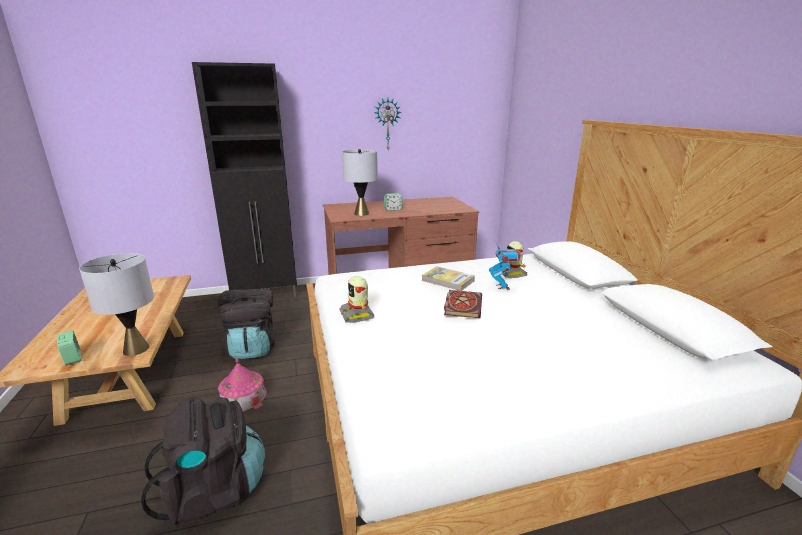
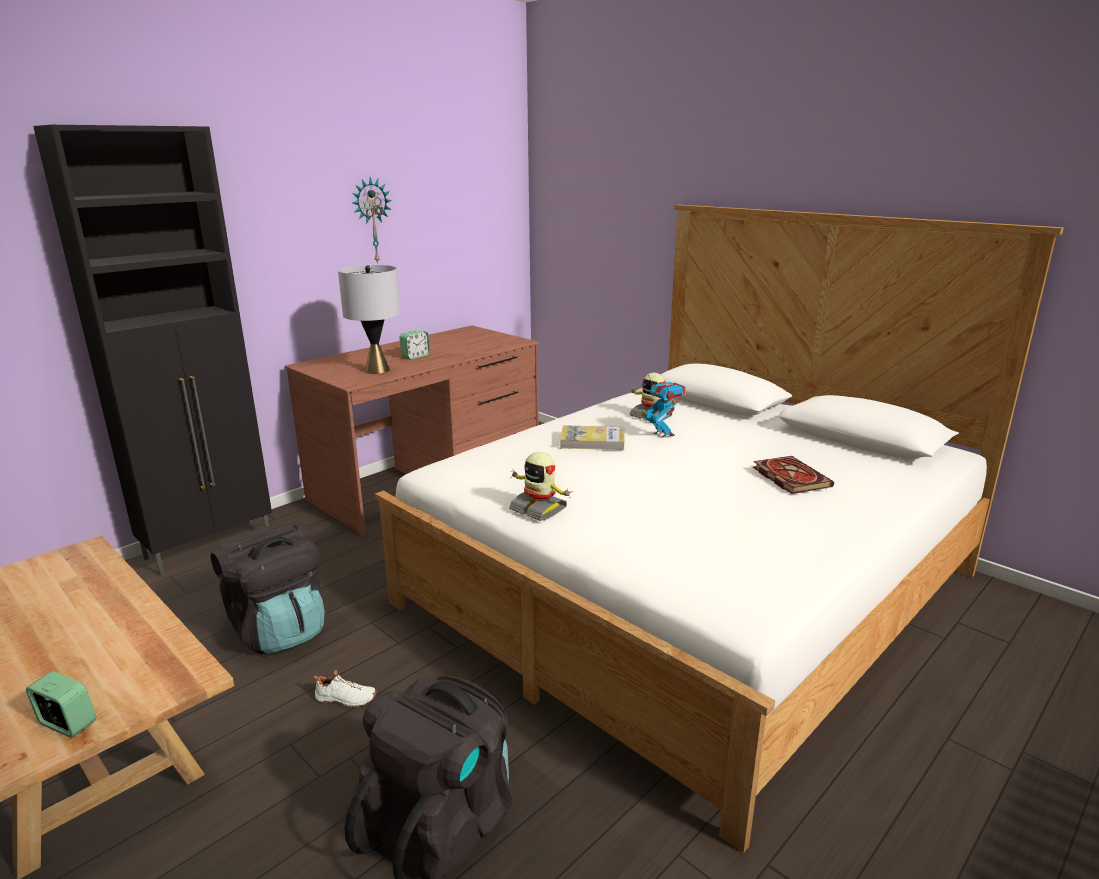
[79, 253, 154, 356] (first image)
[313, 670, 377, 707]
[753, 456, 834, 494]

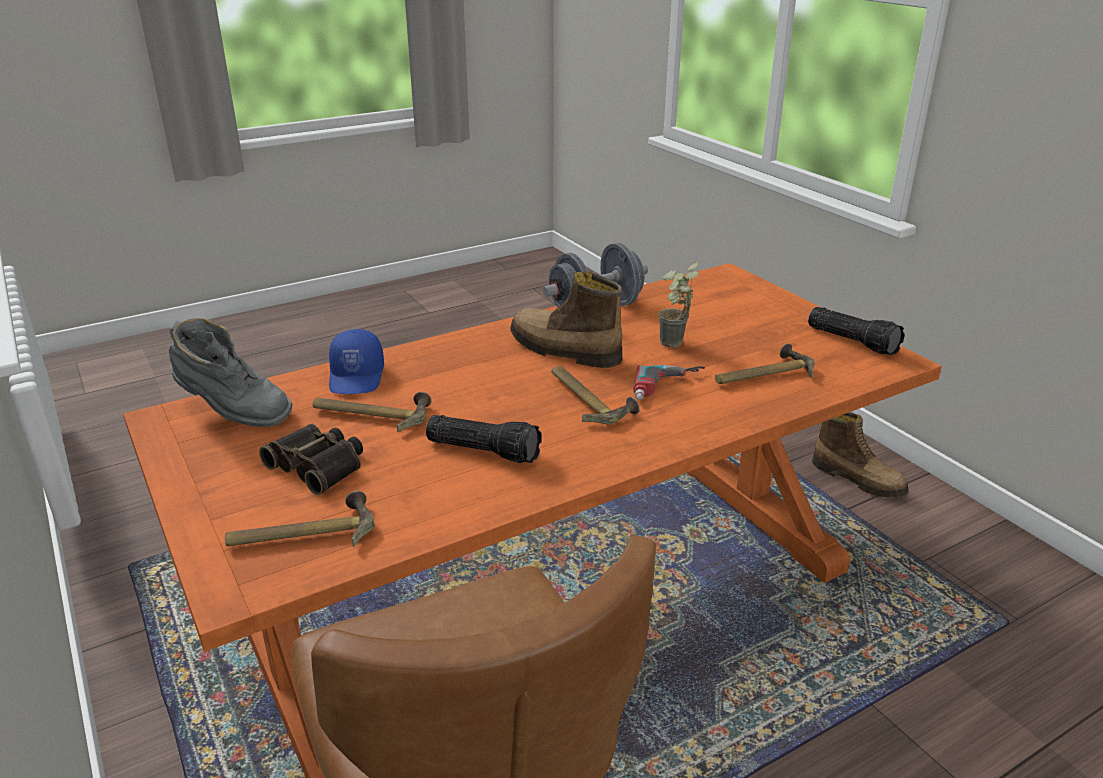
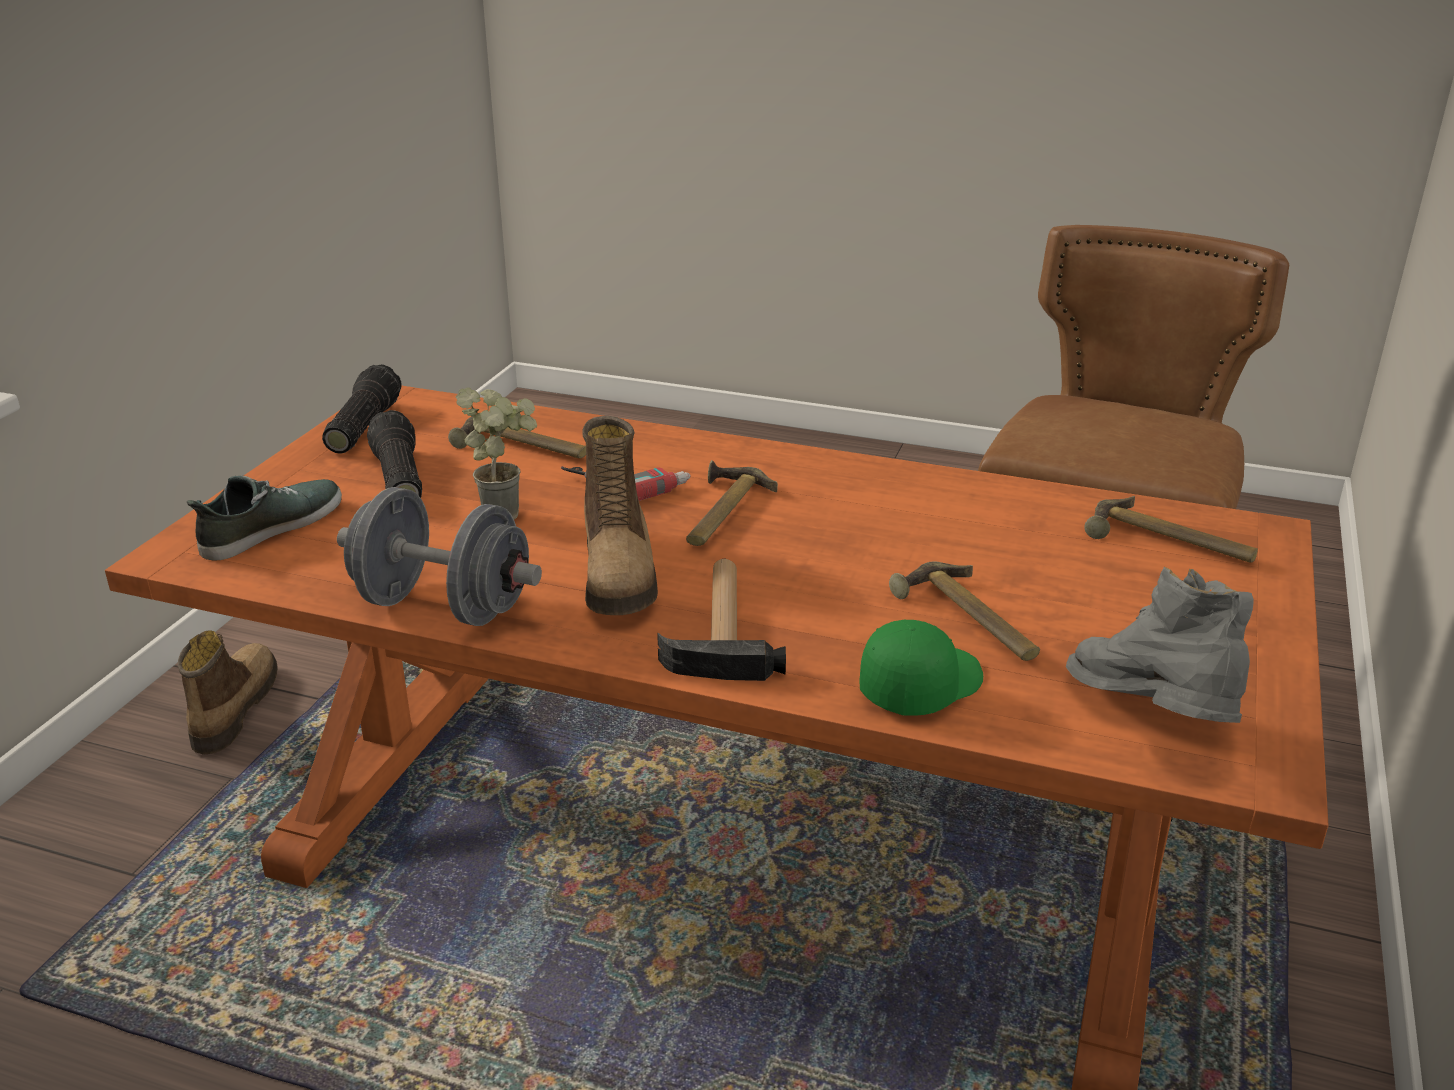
[259, 424, 363, 495] (first image)
[859, 620, 983, 716]
[367, 410, 422, 498]
[187, 476, 342, 560]
[657, 559, 786, 681]

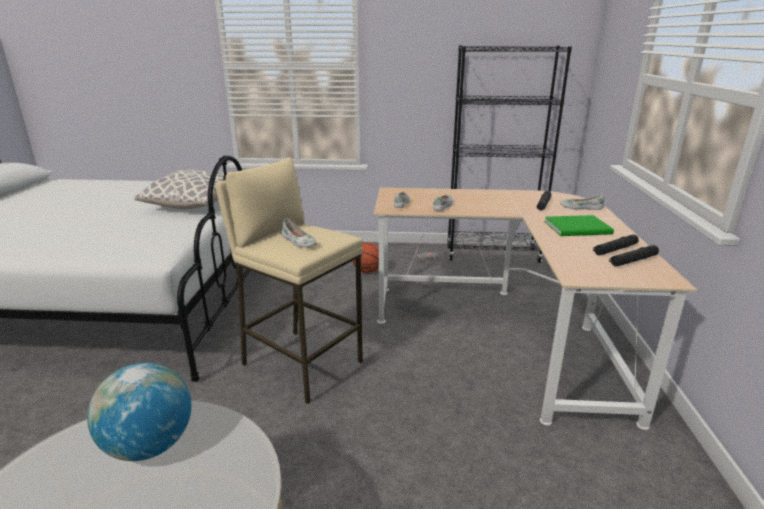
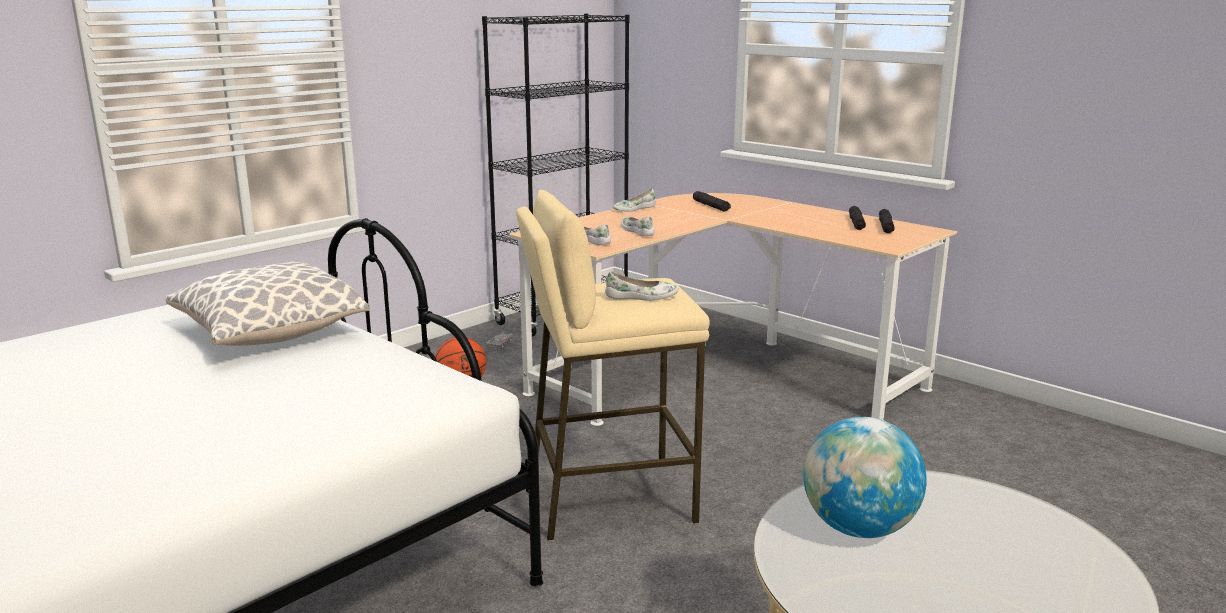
[544, 215, 614, 236] (first image)
[613, 188, 656, 212]

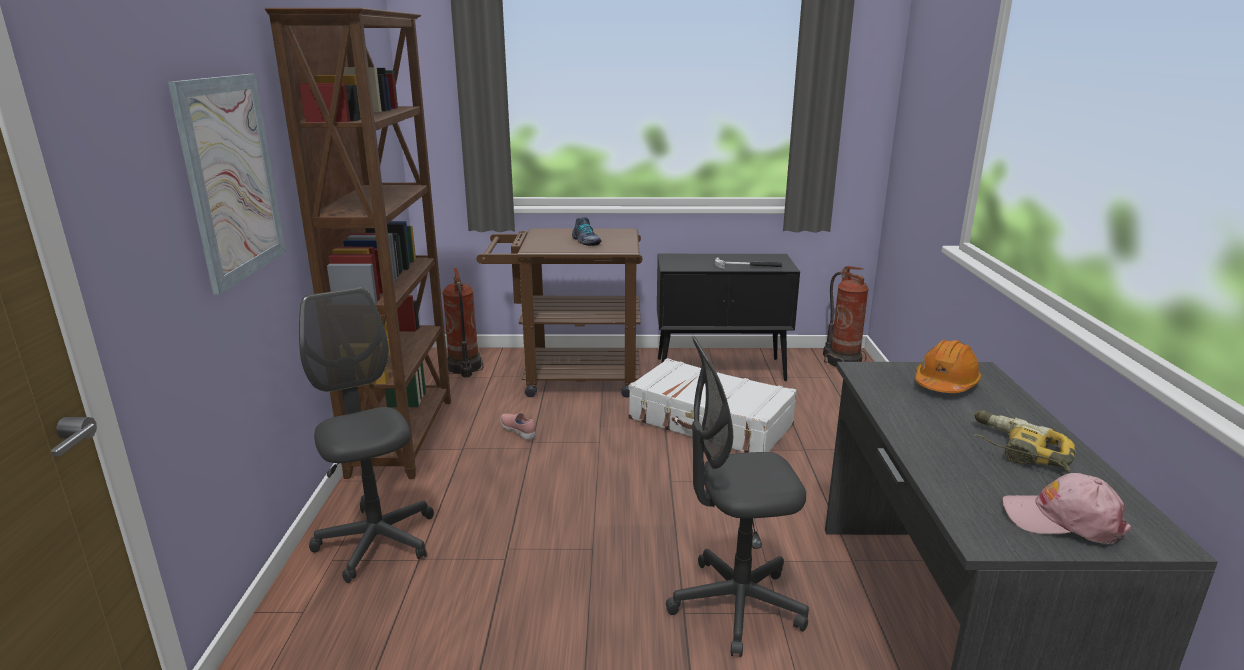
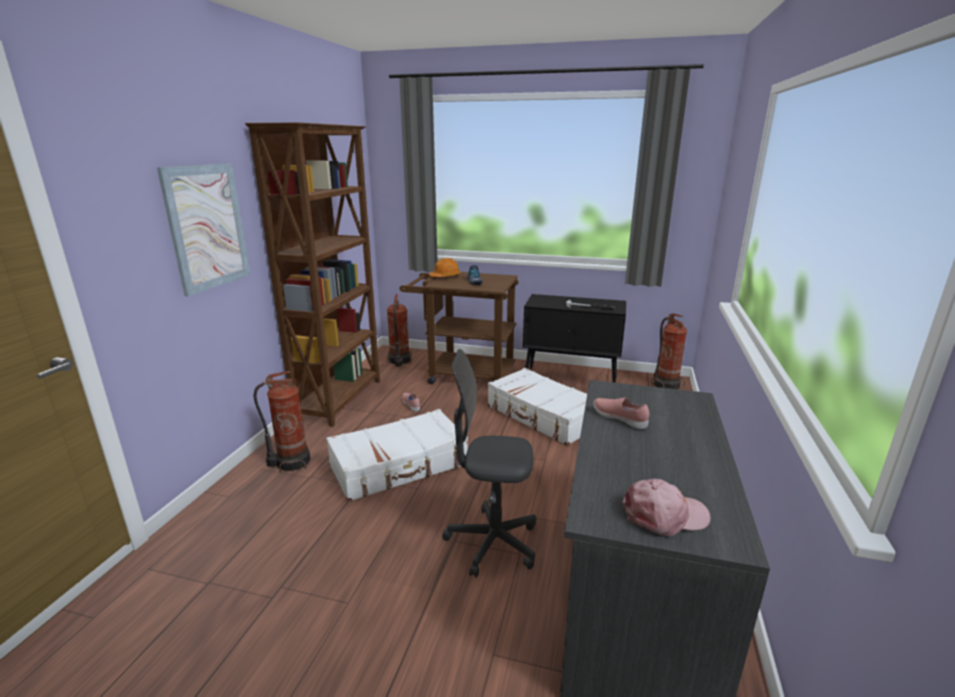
[254, 371, 311, 472]
[429, 258, 461, 277]
[974, 411, 1076, 473] (first image)
[622, 479, 711, 536]
[326, 409, 468, 502]
[594, 398, 649, 429]

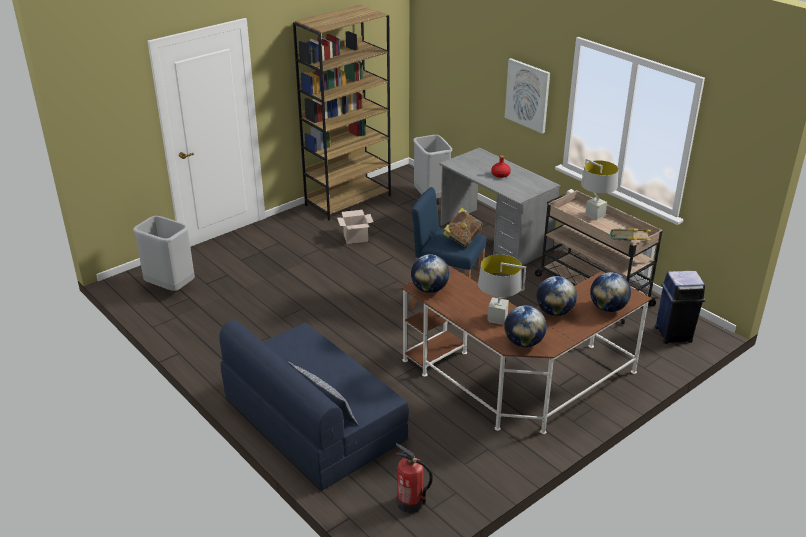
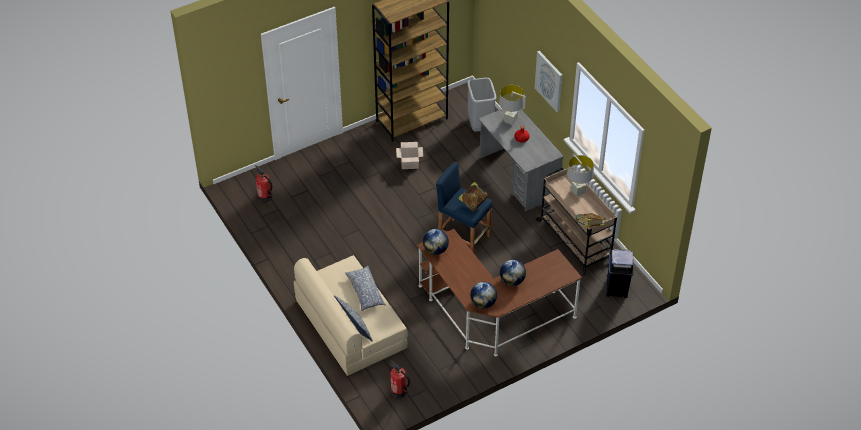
[255, 165, 272, 202]
[294, 255, 408, 376]
[499, 85, 526, 125]
[590, 272, 631, 312] (first image)
[345, 266, 386, 311]

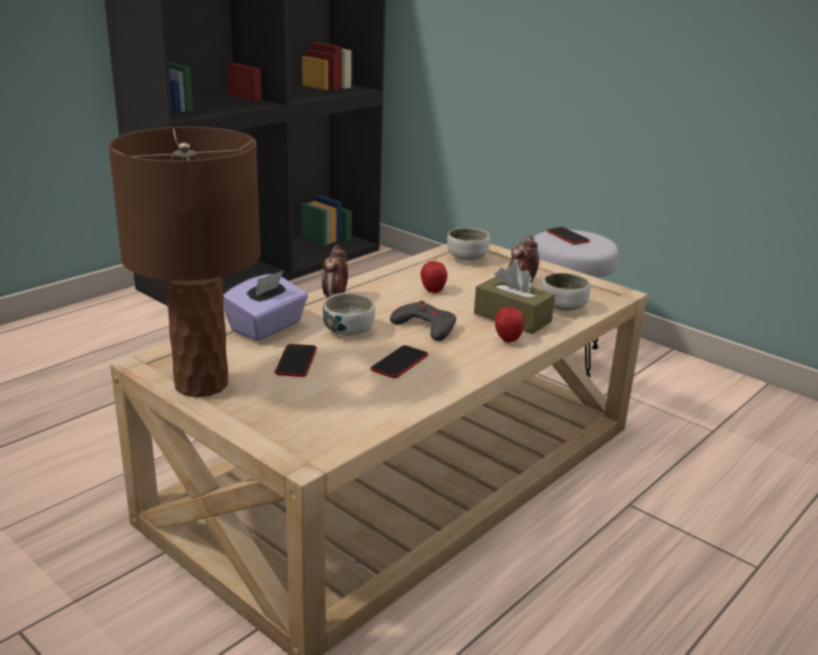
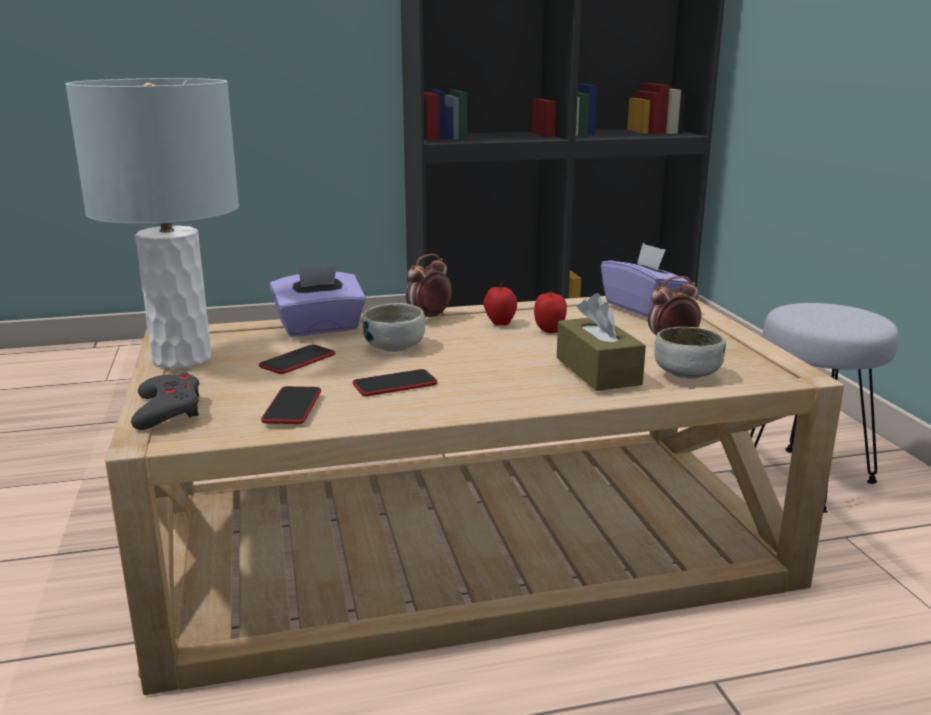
[65, 78, 239, 369]
[131, 372, 199, 430]
[601, 243, 690, 317]
[483, 281, 517, 325]
[261, 386, 321, 424]

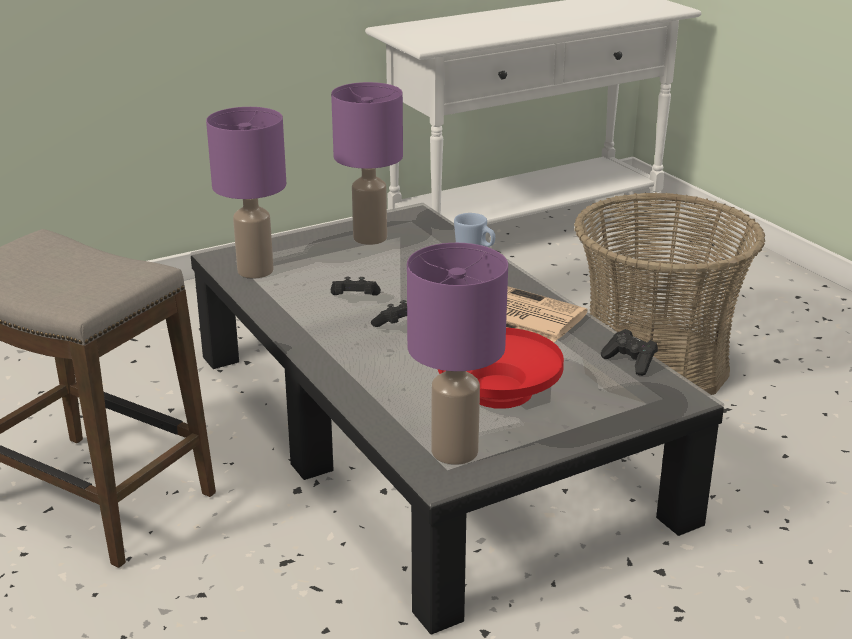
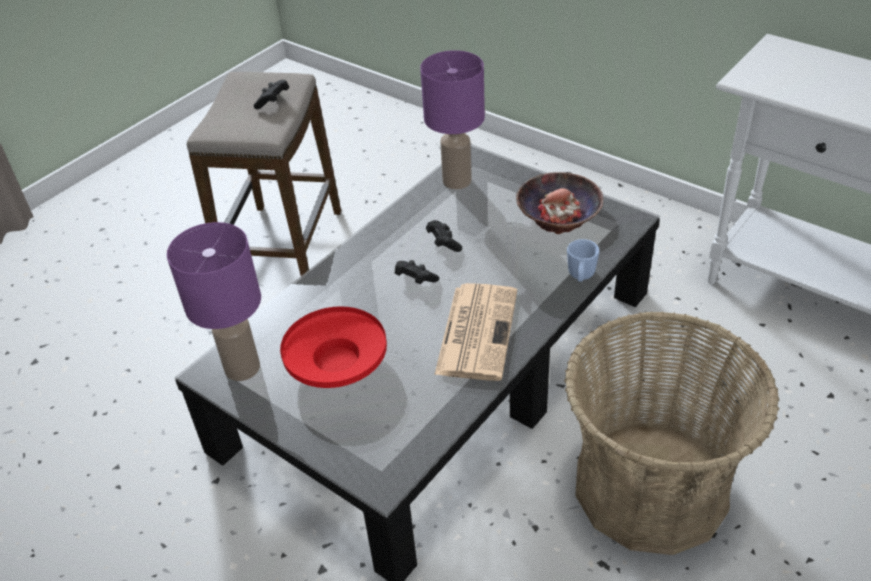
[516, 172, 603, 234]
[253, 80, 289, 109]

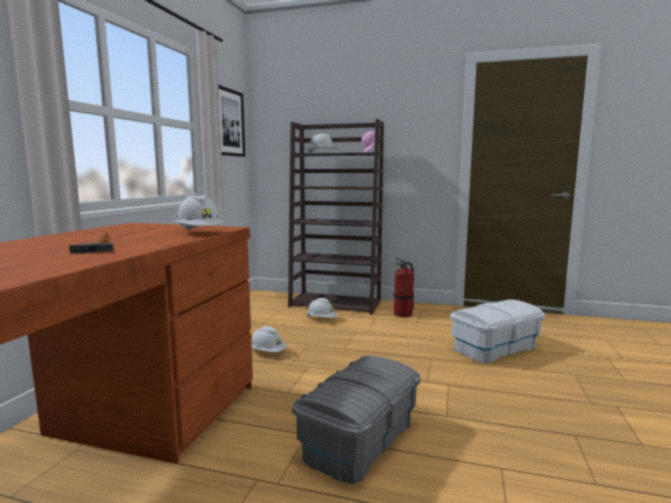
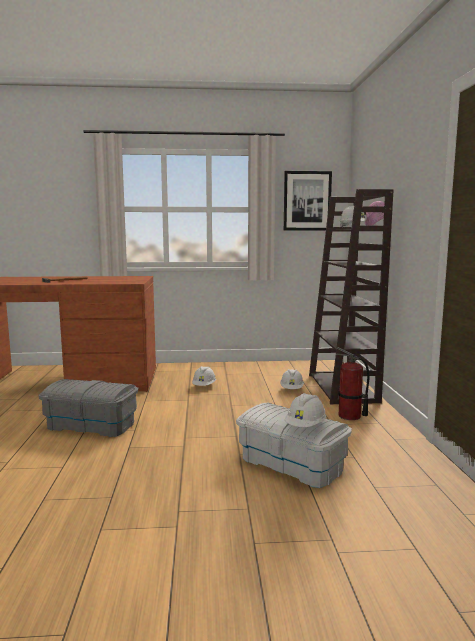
[285, 393, 326, 427]

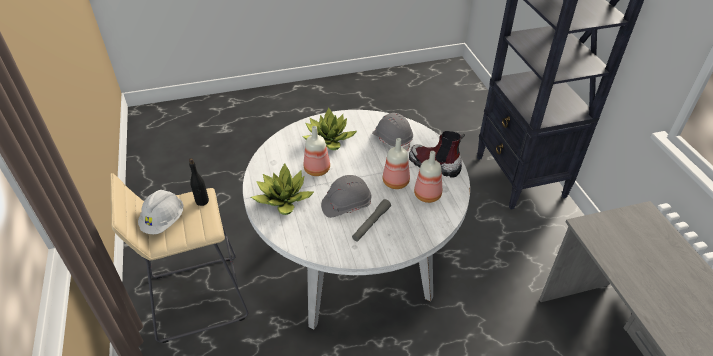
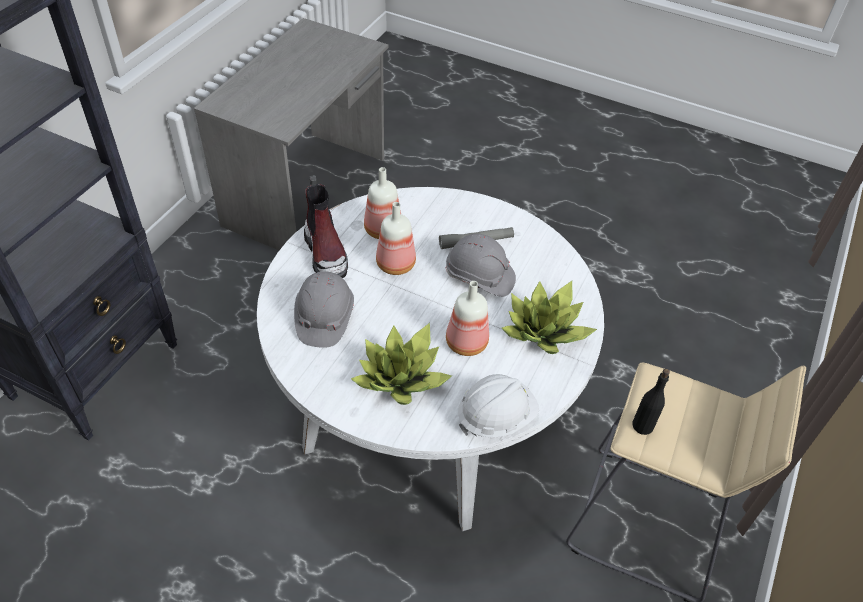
[458, 374, 539, 438]

